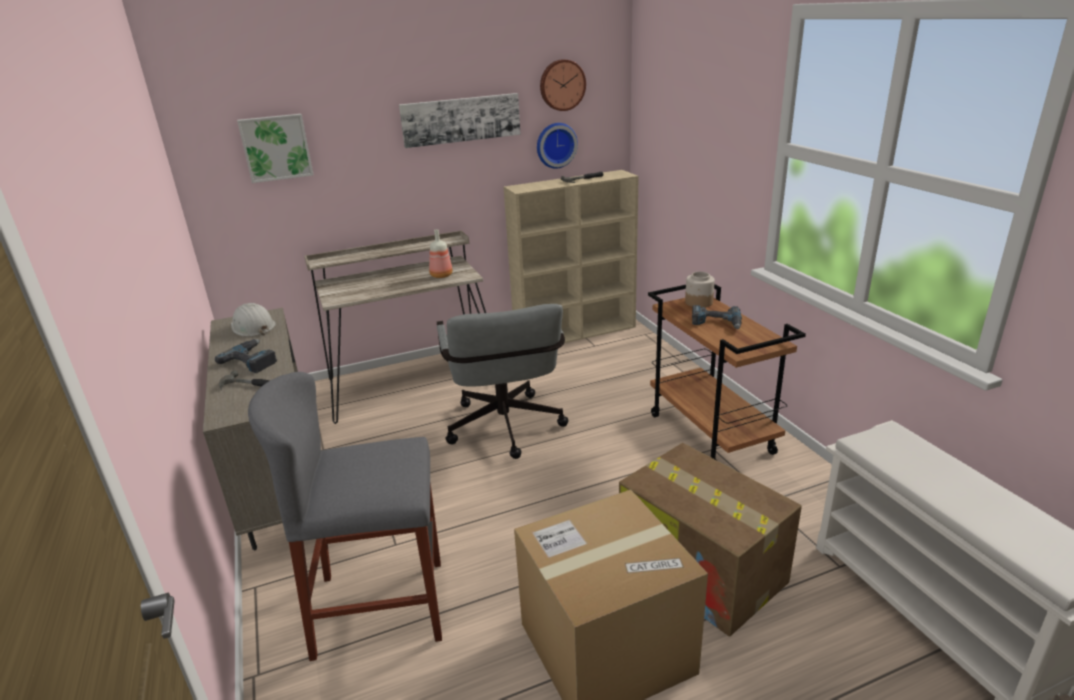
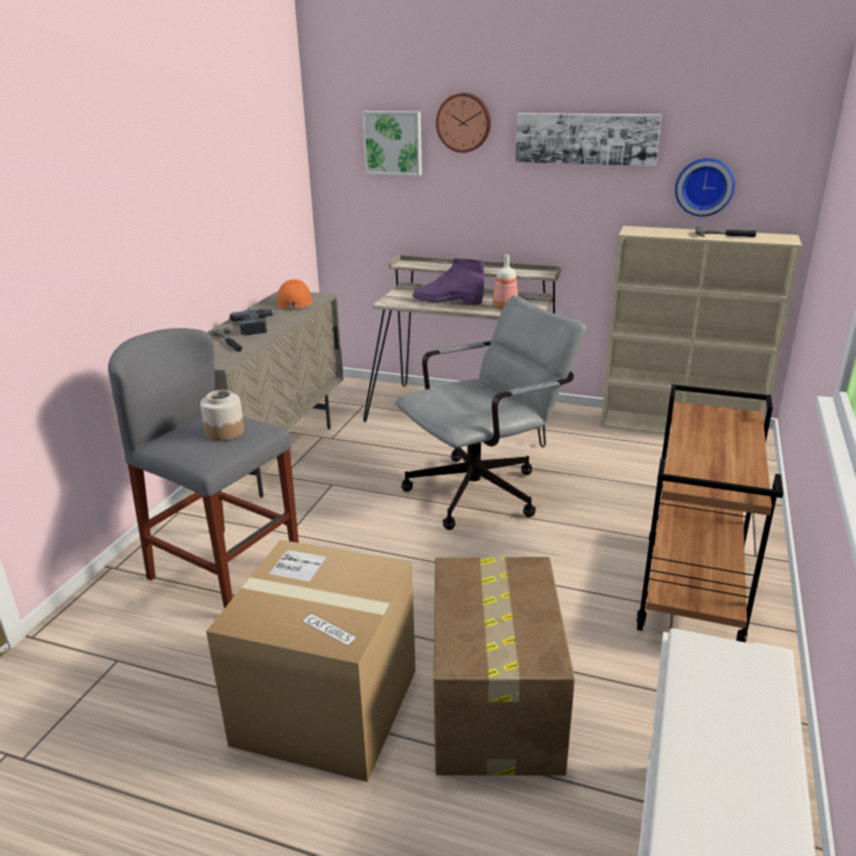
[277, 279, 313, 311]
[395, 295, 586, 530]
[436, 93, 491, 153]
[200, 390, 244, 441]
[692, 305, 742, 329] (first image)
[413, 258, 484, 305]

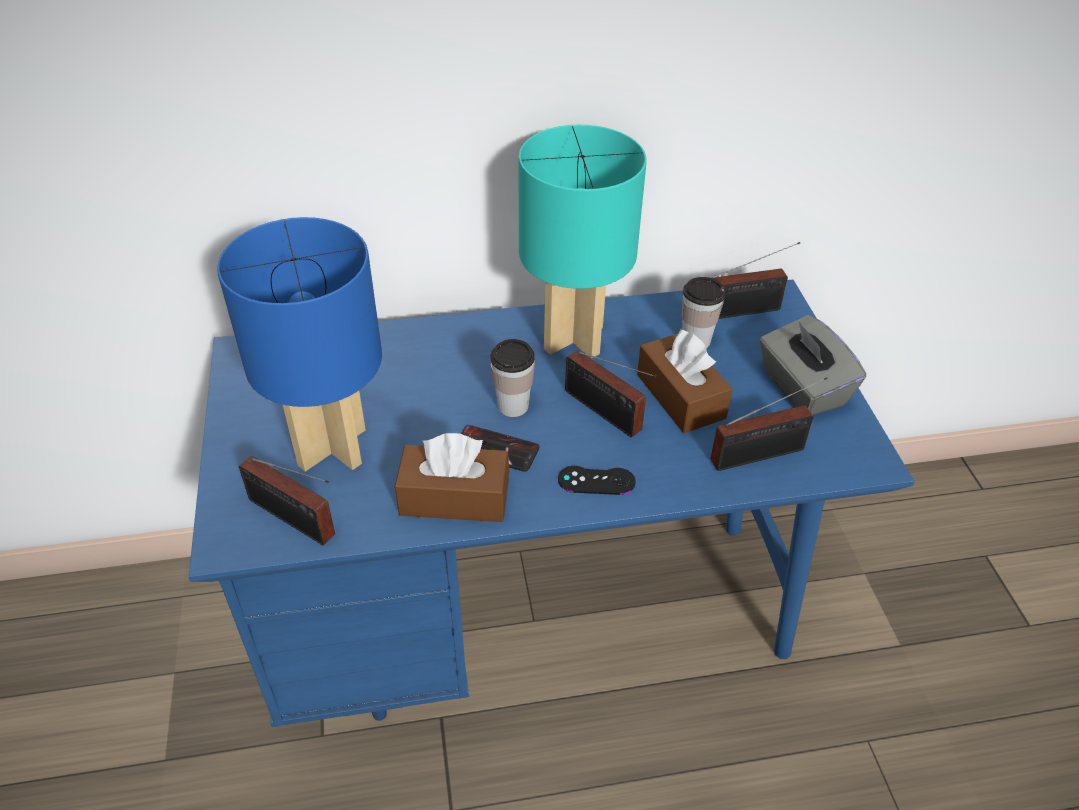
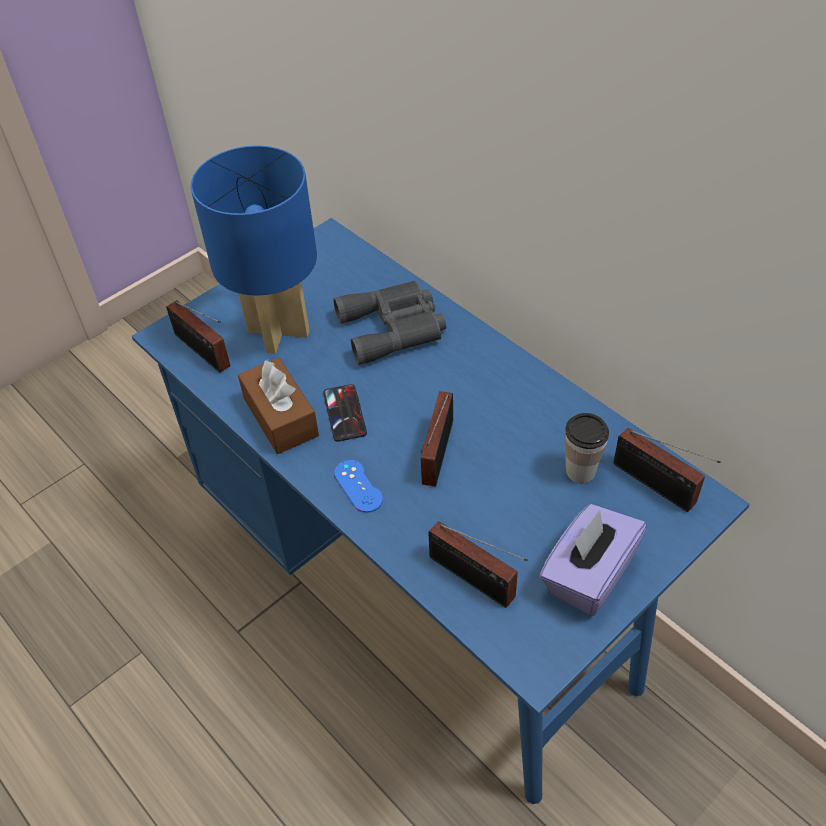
[166, 300, 230, 373]
[490, 339, 535, 417] (first image)
[518, 125, 647, 358] (first image)
[334, 460, 383, 513]
[637, 329, 733, 433] (first image)
[540, 504, 647, 616]
[333, 281, 446, 365]

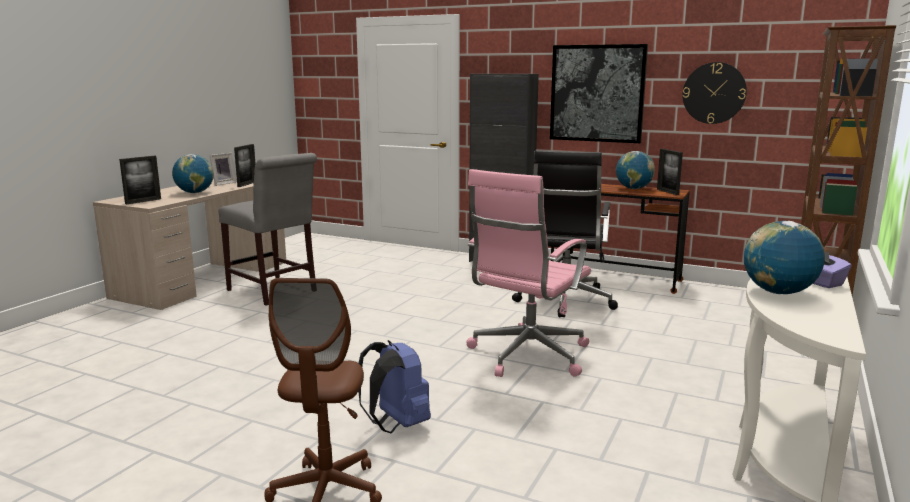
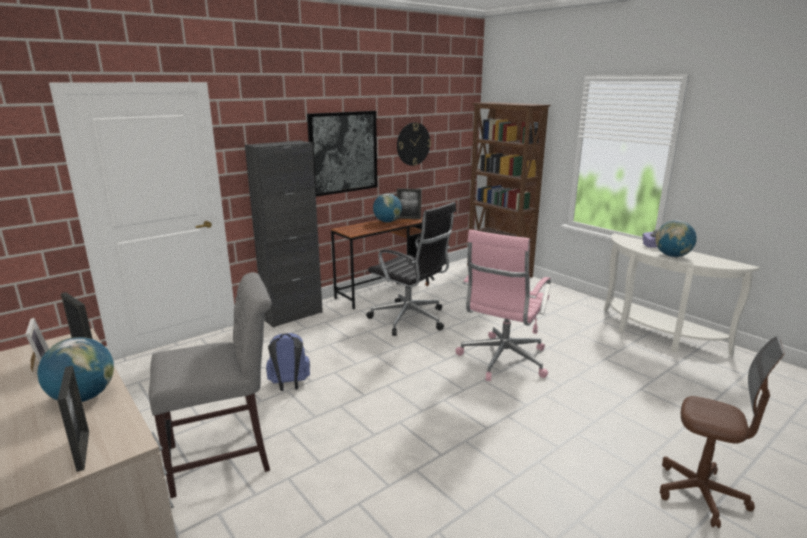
[266, 333, 310, 391]
[455, 230, 551, 381]

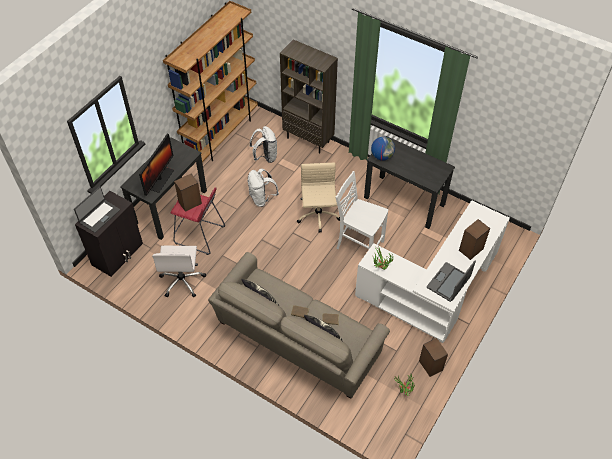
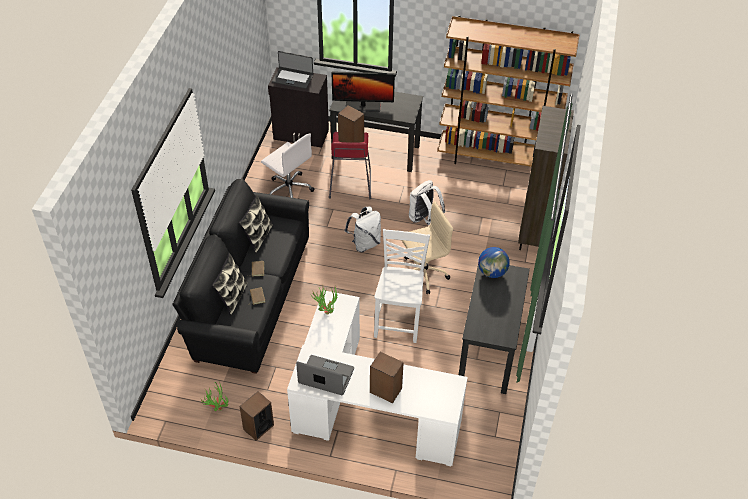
[261, 133, 315, 198]
[172, 179, 309, 374]
[345, 206, 381, 252]

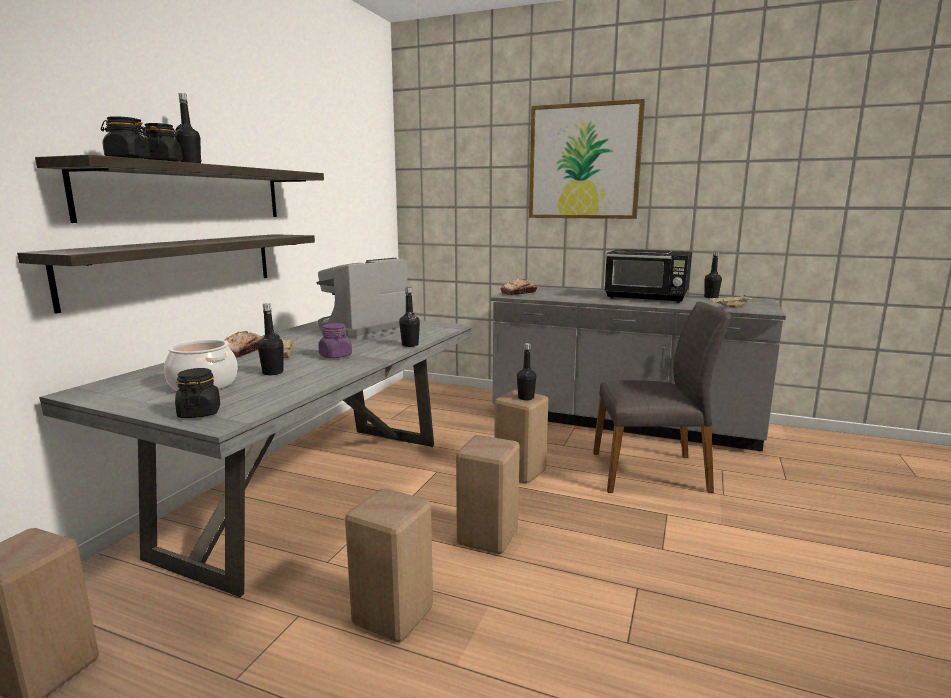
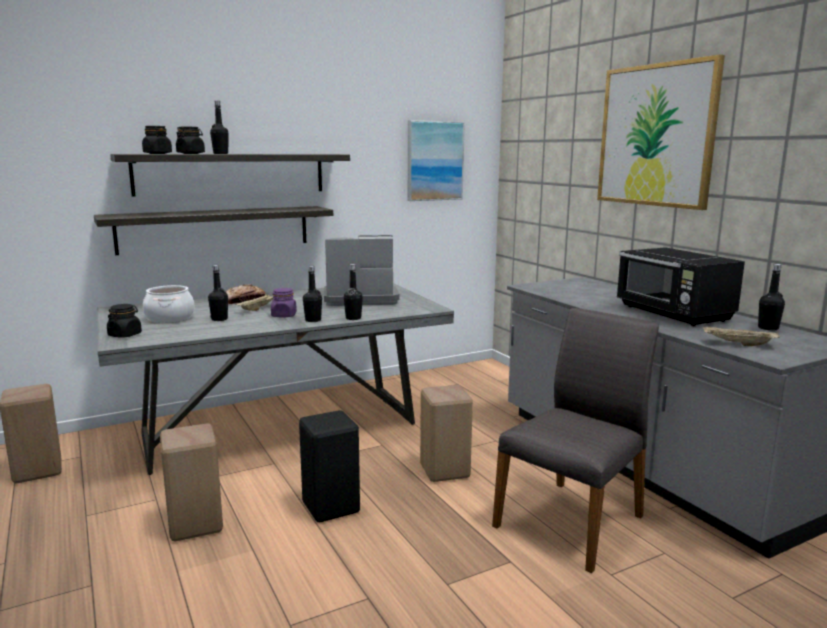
[299, 410, 360, 522]
[500, 279, 537, 295] (first image)
[303, 266, 322, 322]
[492, 308, 659, 573]
[408, 120, 465, 201]

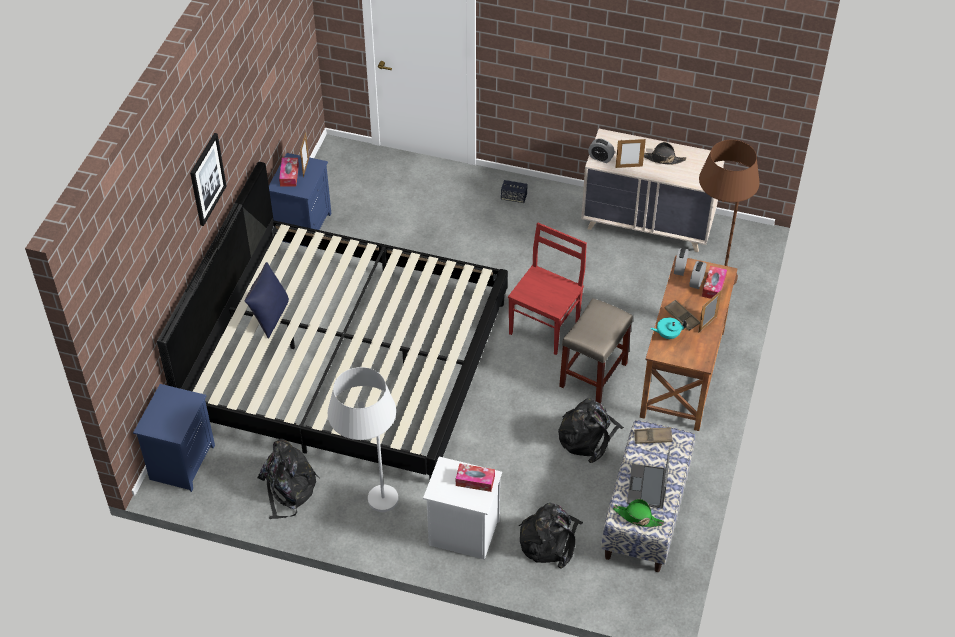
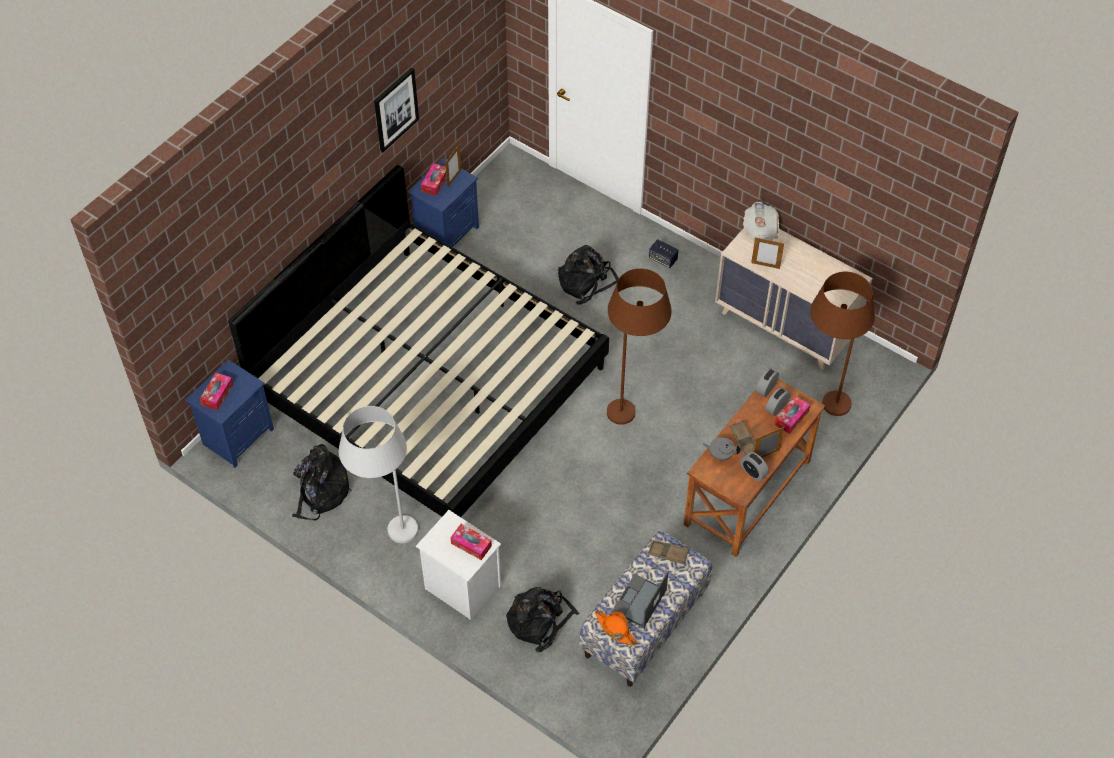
[374, 68, 419, 152]
[244, 262, 289, 339] (first image)
[607, 268, 672, 425]
[558, 245, 619, 305]
[559, 298, 633, 403] (first image)
[740, 452, 769, 481]
[595, 610, 638, 645]
[644, 142, 686, 165] (first image)
[703, 437, 740, 461]
[200, 373, 234, 410]
[743, 201, 779, 241]

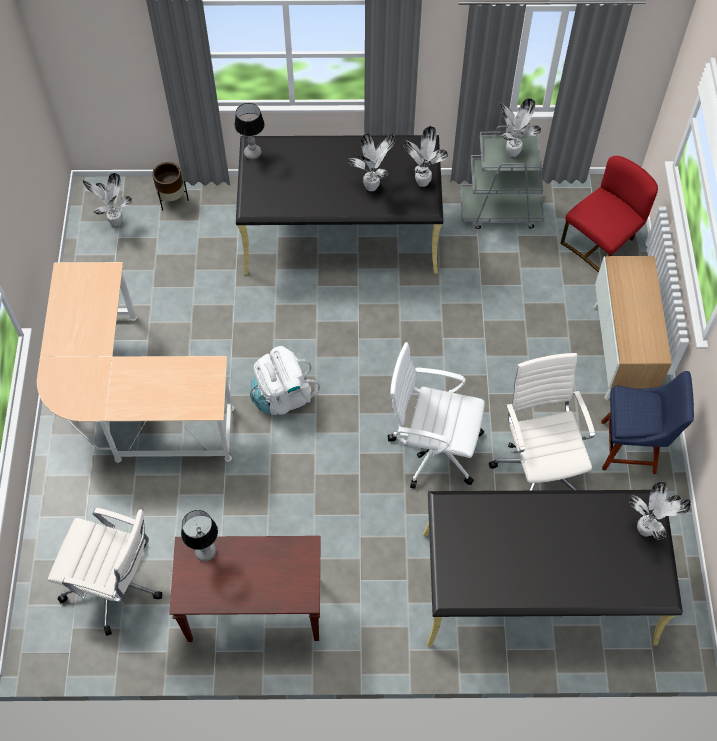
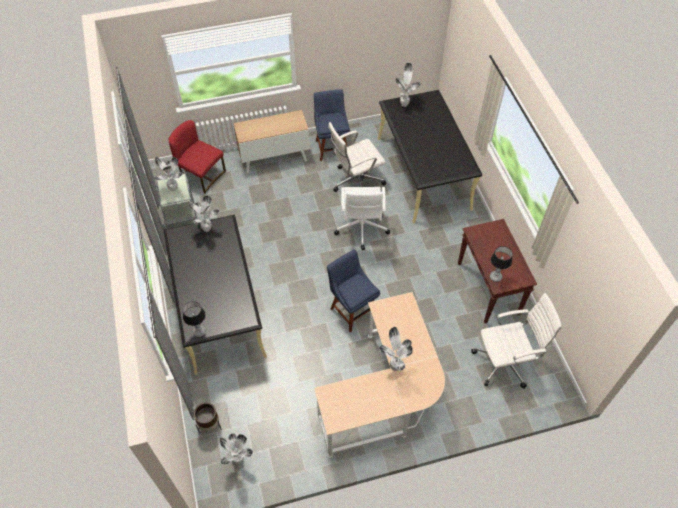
[471, 293, 562, 389]
[327, 250, 380, 332]
[379, 327, 413, 371]

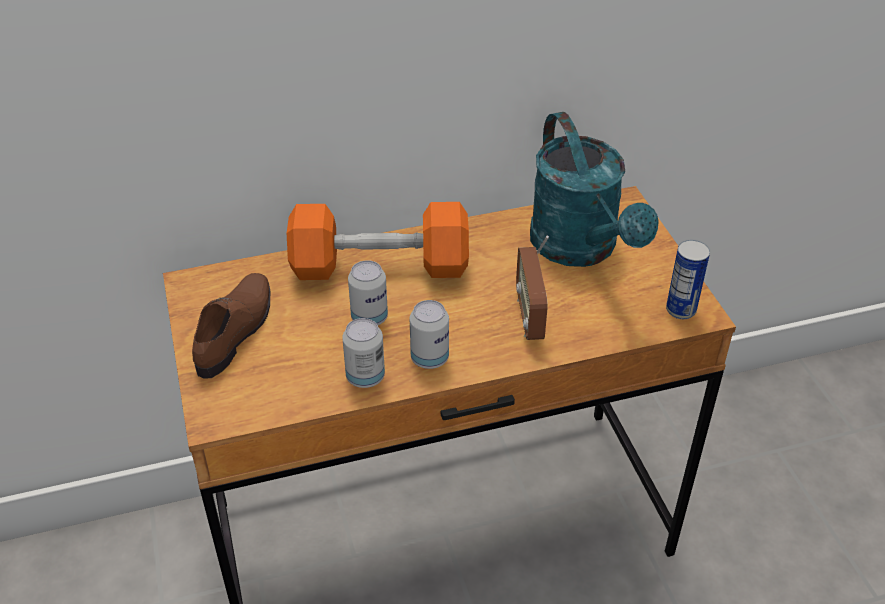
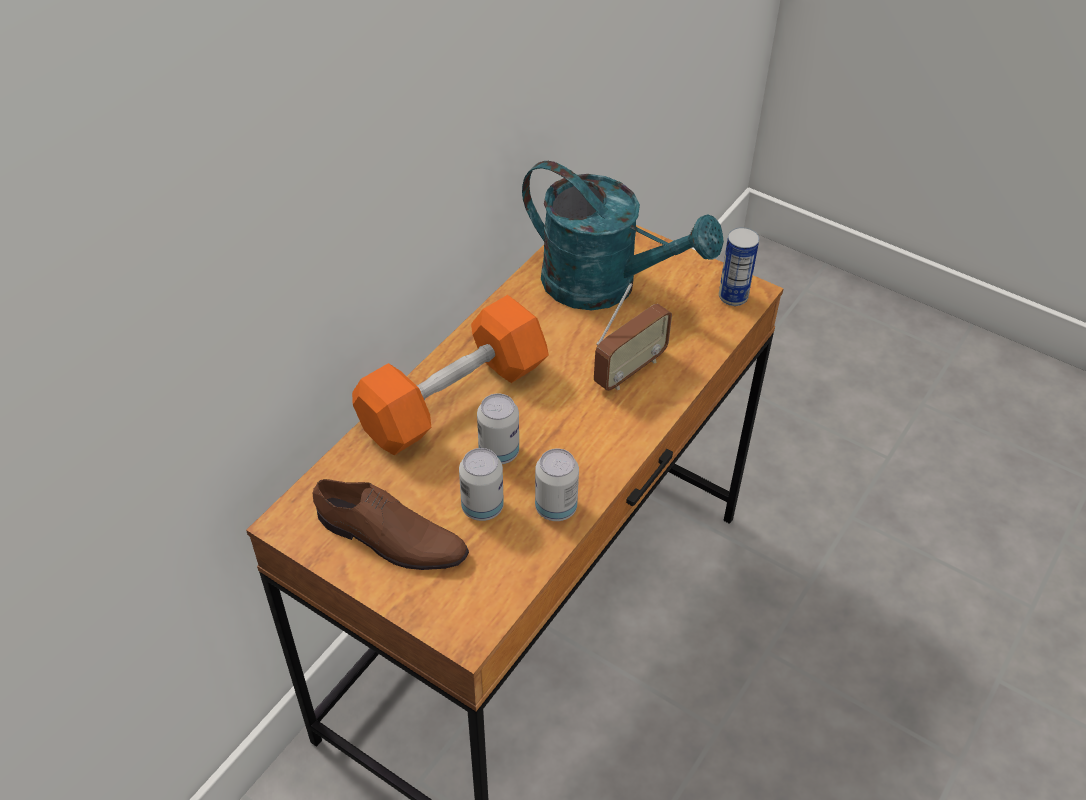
[313, 479, 469, 570]
[459, 448, 504, 521]
[594, 283, 672, 391]

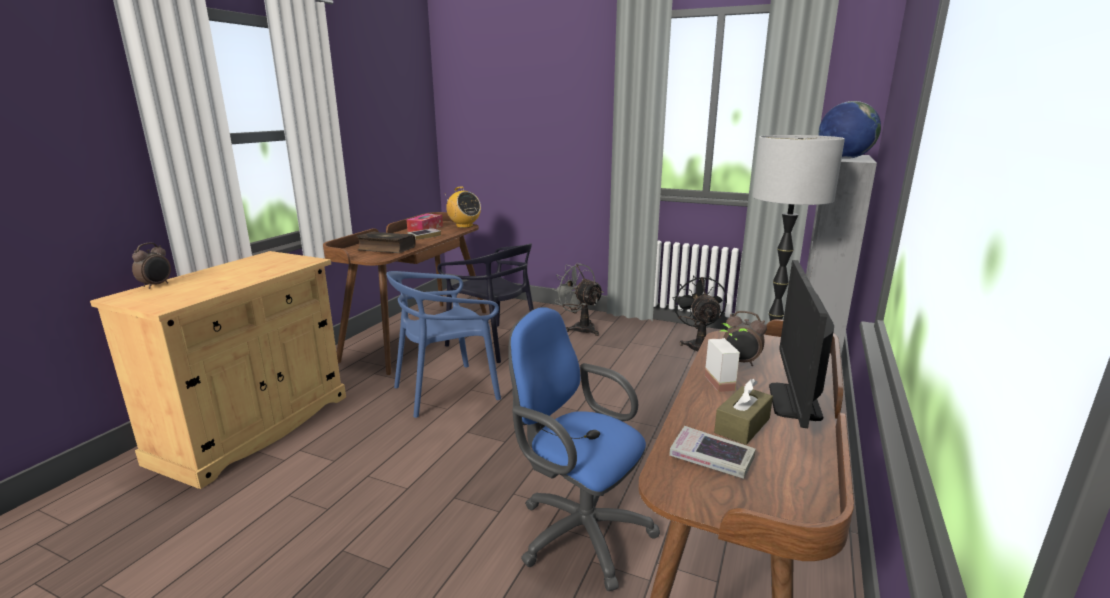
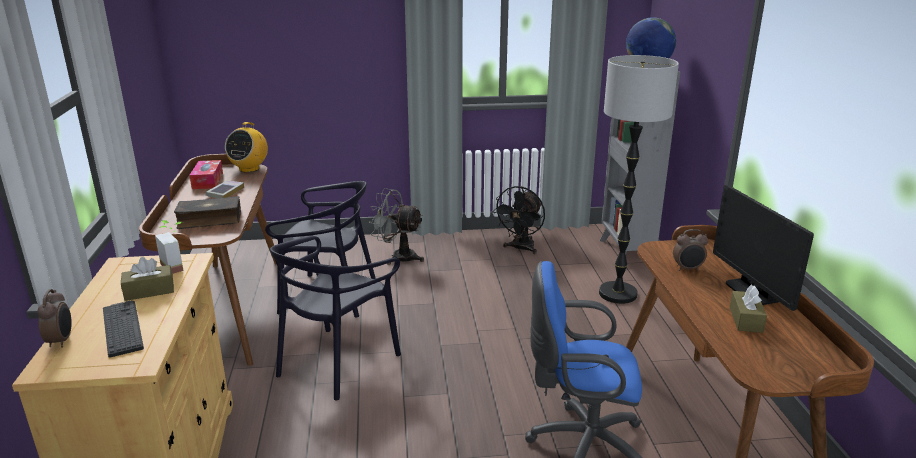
[270, 236, 401, 401]
[225, 122, 268, 172]
[669, 426, 756, 479] (first image)
[492, 186, 545, 254]
[155, 220, 184, 274]
[103, 300, 144, 358]
[121, 257, 174, 301]

